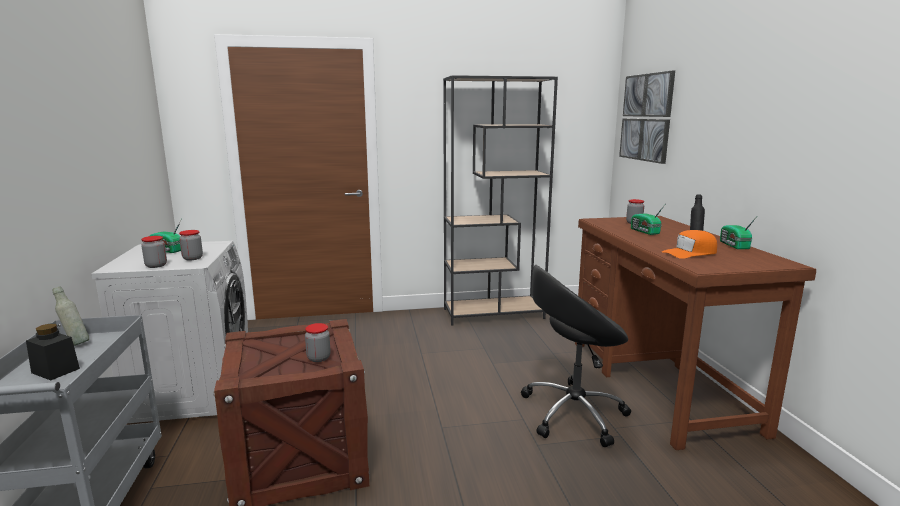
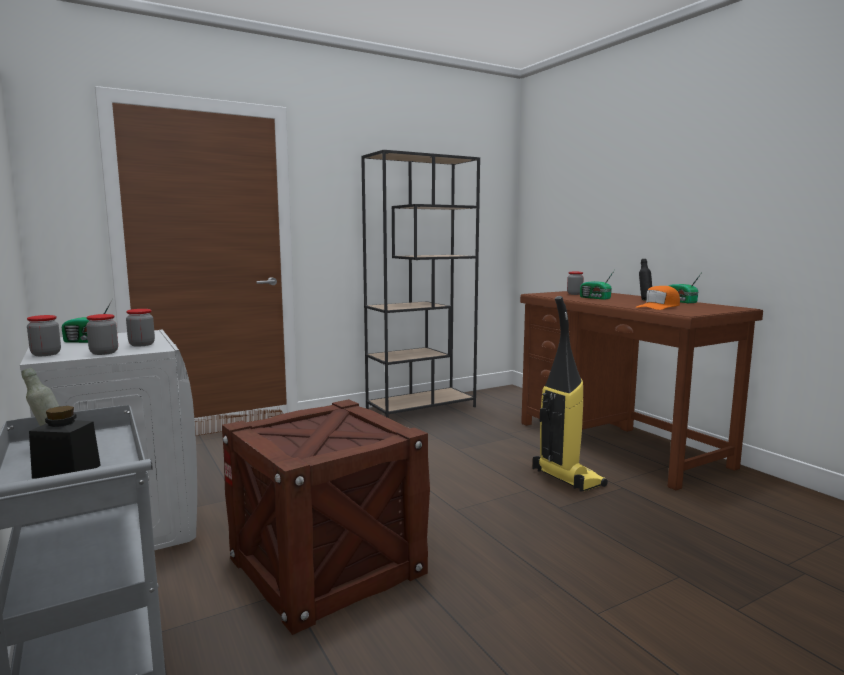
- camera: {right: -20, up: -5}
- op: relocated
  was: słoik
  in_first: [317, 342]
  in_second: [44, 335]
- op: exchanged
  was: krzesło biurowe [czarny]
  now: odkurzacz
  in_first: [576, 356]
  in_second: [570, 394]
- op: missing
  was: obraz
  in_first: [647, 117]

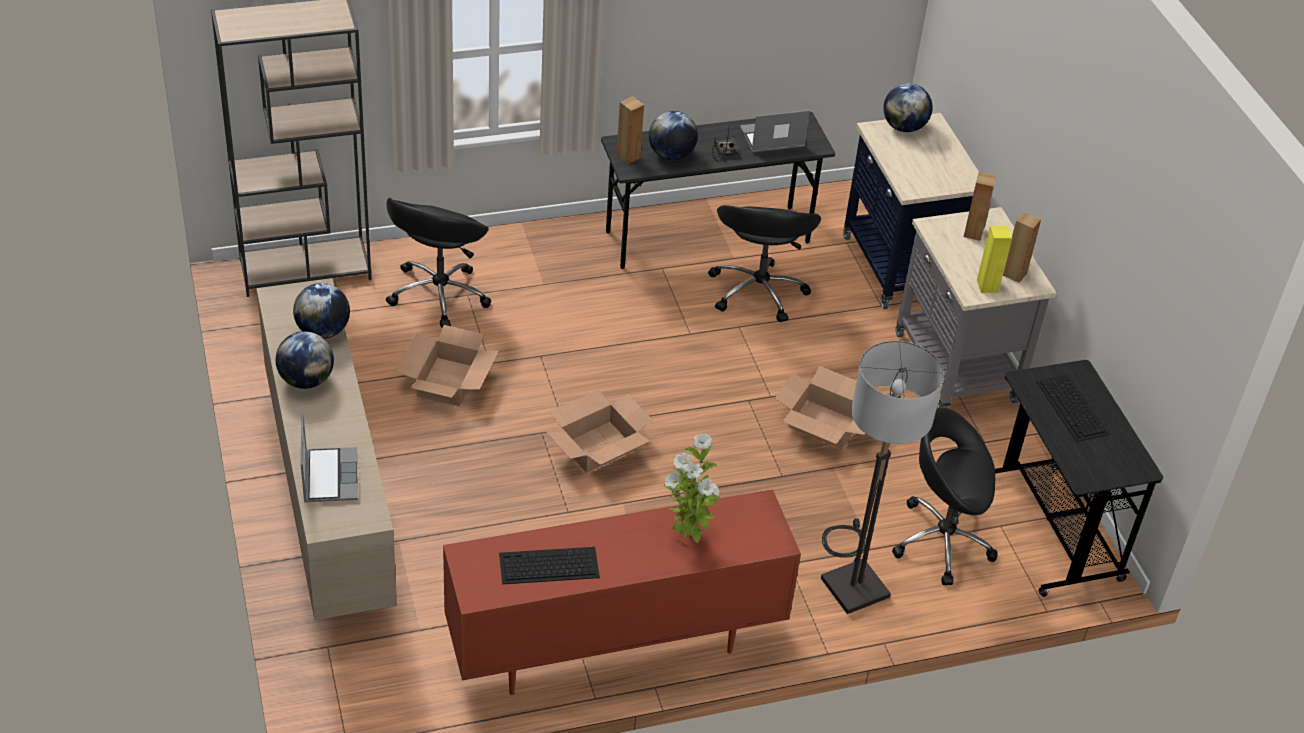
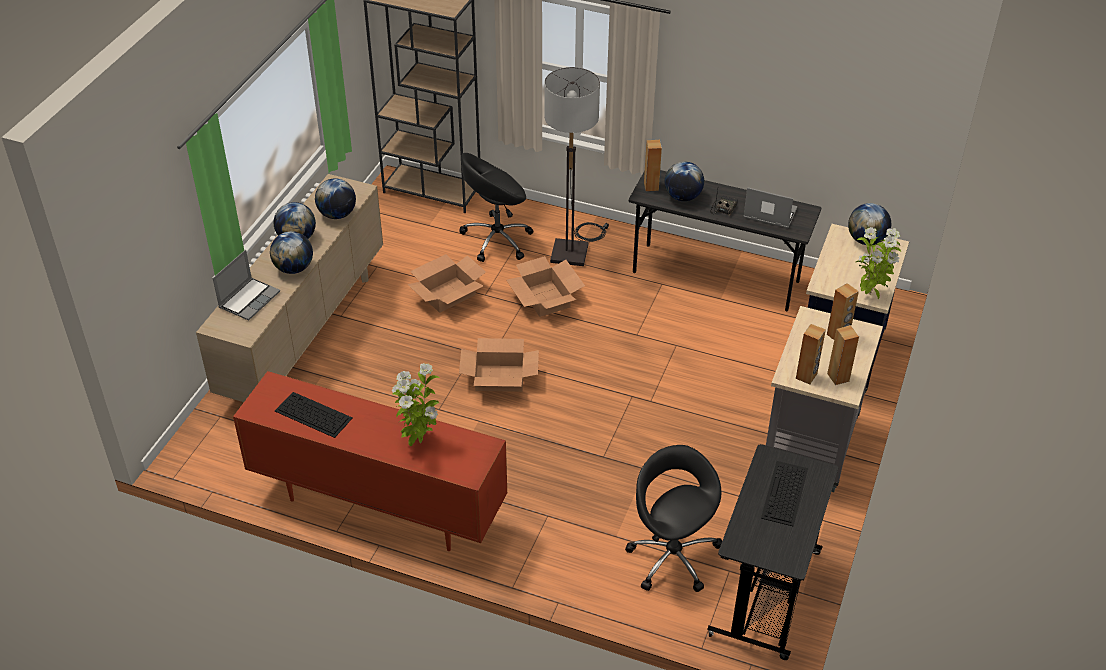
- camera: {right: 40, up: 0}
- op: missing
  was: krzesło biurowe [czarny]
  in_first: [764, 263]
- op: relocated
  was: karton
  in_first: [820, 407]
  in_second: [546, 286]
- op: relocated
  was: lampa stojąca
  in_first: [882, 477]
  in_second: [576, 166]
- op: colour
  was: głośnik [żółty]
  now: głośnik [brązowy]
  in_first: [994, 259]
  in_second: [811, 354]
- op: appeared
  now: globus
  in_second: [291, 252]
- op: appeared
  now: roślina doniczkowa
  in_second: [878, 263]

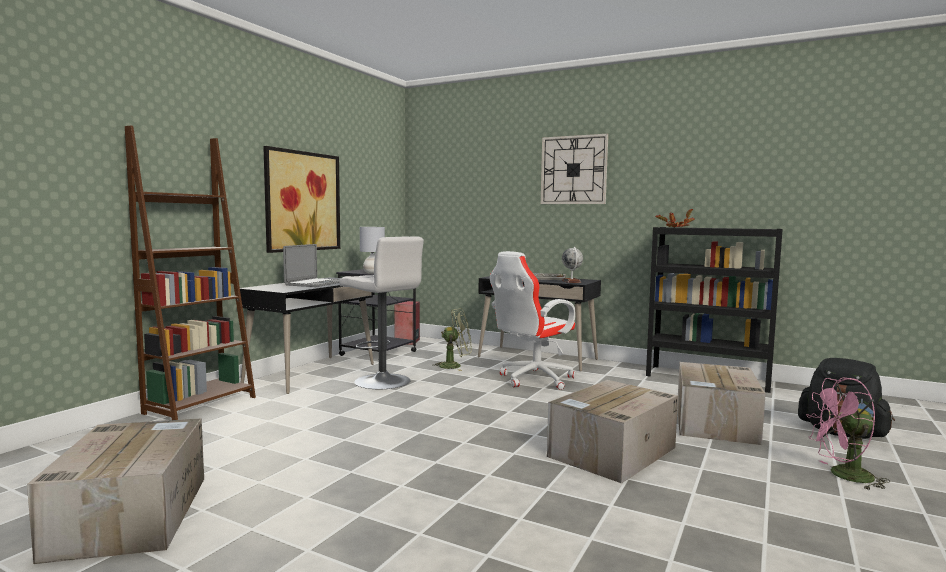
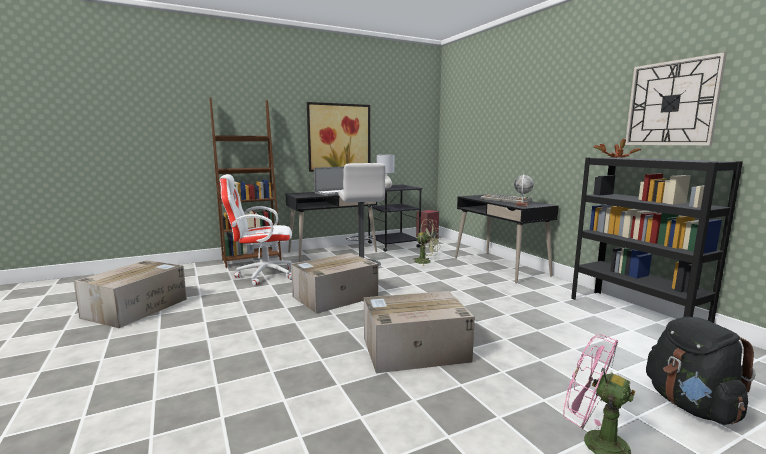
- camera: {right: 35, up: 5}
- op: relocated
  was: krzesło biurowe [biały]
  in_first: [532, 320]
  in_second: [256, 230]
- op: relocated
  was: zegar ścienny
  in_first: [574, 169]
  in_second: [676, 98]
- op: relocated
  was: karton
  in_first: [722, 403]
  in_second: [334, 283]

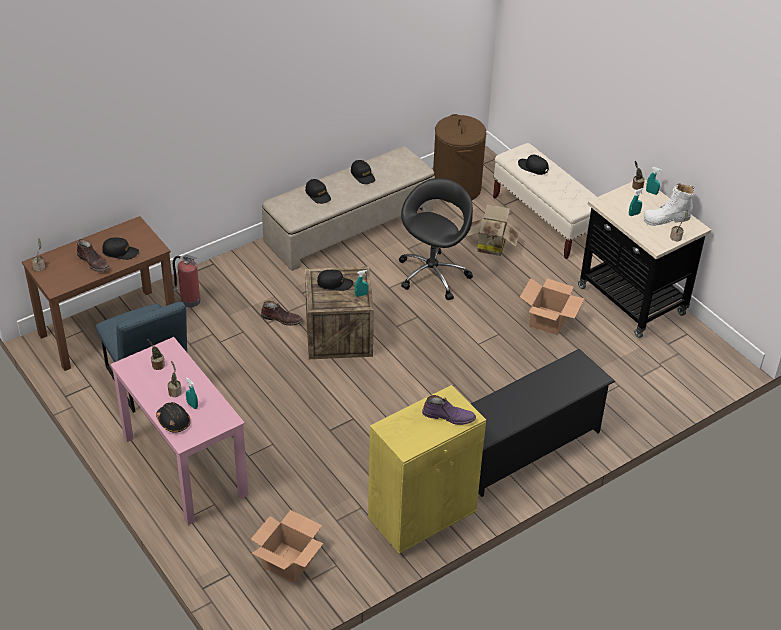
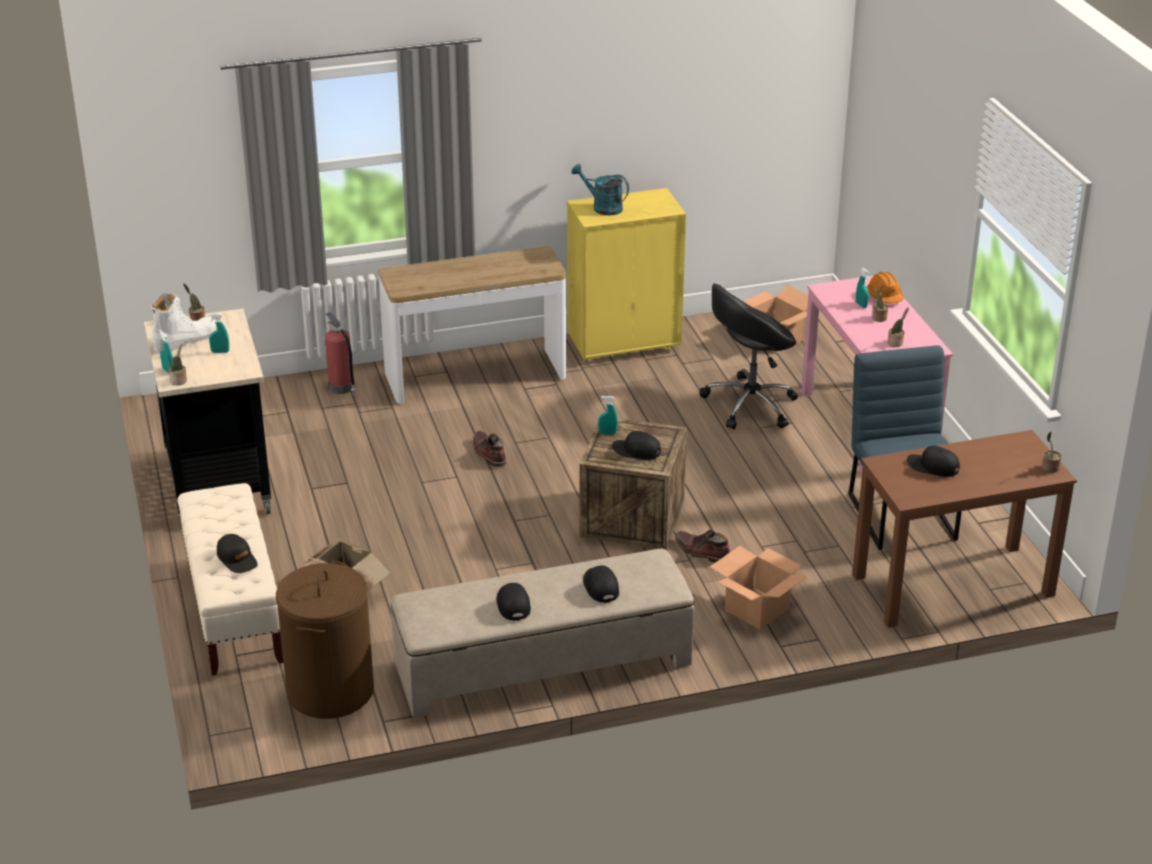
- camera: {right: -160, up: -10}
- op: relocated
  was: but z cholewką [brązowy]
  in_first: [93, 255]
  in_second: [489, 449]
- op: colour
  was: kask [czarny]
  now: kask [pomarańczowy]
  in_first: [173, 417]
  in_second: [885, 288]
- op: relocated
  was: gaśnica
  in_first: [187, 281]
  in_second: [340, 353]
- op: relocated
  was: krzesło biurowe [czarny]
  in_first: [436, 239]
  in_second: [749, 356]
- op: exchanged
  was: but z cholewką [fioletowy]
  now: konewka [turkusowy]
  in_first: [449, 410]
  in_second: [600, 190]
- op: exchanged
  was: regał na buty [czarny]
  now: stolik konsolowy
  in_first: [543, 423]
  in_second: [472, 325]
- op: relocated
  was: karton
  in_first: [552, 306]
  in_second: [759, 588]
- op: spun
  was: but z cholewką [biały]
  in_first: [669, 204]
  in_second: [183, 323]
  clockwise: -45

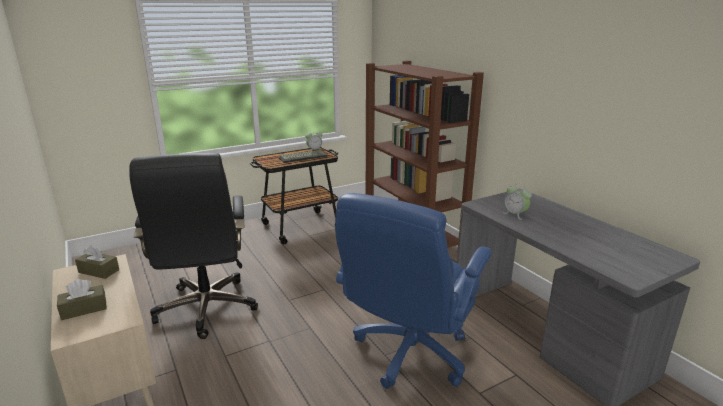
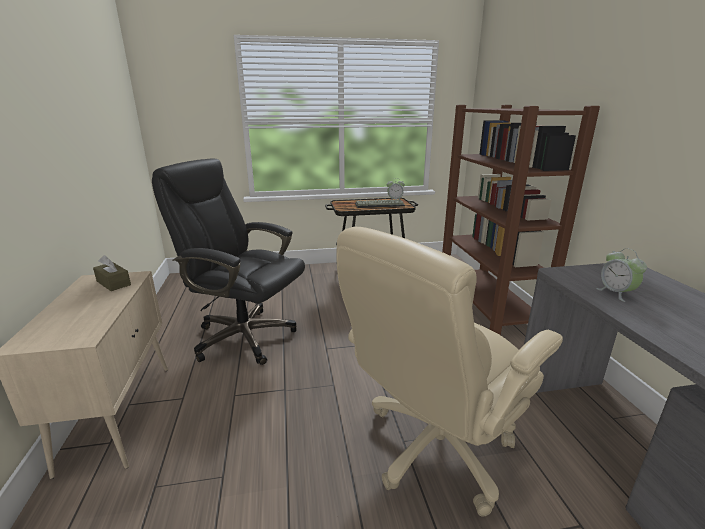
- camera: {right: 20, up: 0}
- op: missing
  was: pudełko chusteczek [brązowy]
  in_first: [82, 299]
- op: spun
  was: krzesło biurowe [czarny]
  in_first: [193, 246]
  in_second: [228, 261]
  clockwise: 105
- op: colour
  was: krzesło biurowe [niebieski]
  now: krzesło biurowe [beżowy]
  in_first: [413, 291]
  in_second: [449, 371]

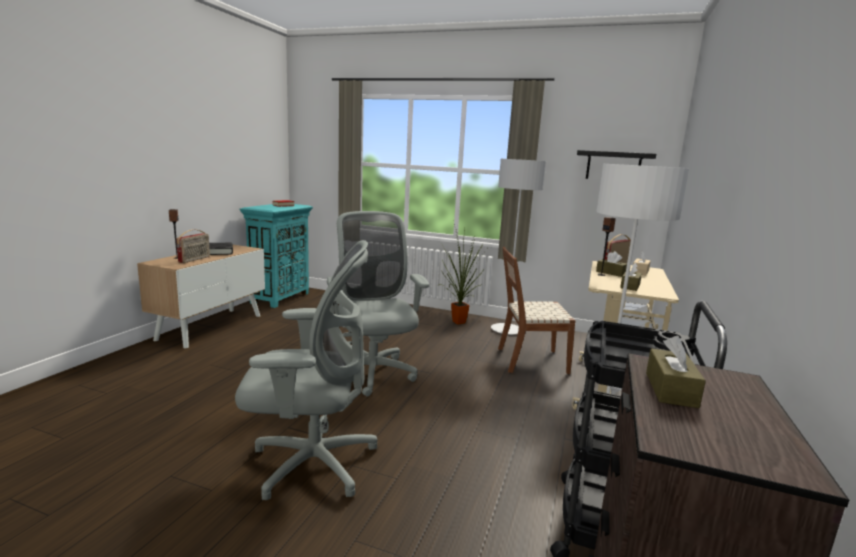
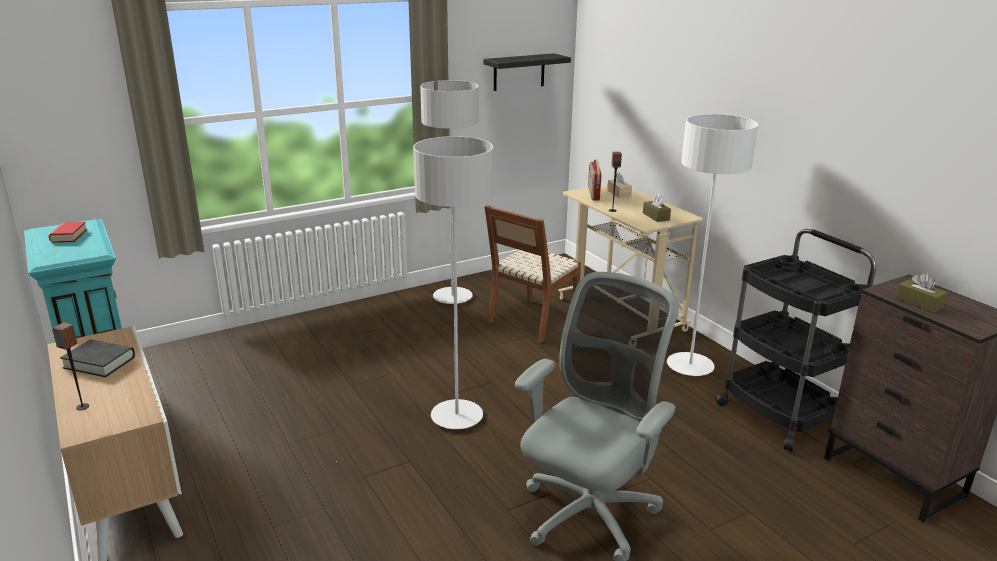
- camera: {right: -50, up: 10}
- op: missing
  was: radio
  in_first: [193, 246]
- op: exchanged
  was: krzesło biurowe [szary]
  now: lampa stojąca [szary]
  in_first: [378, 304]
  in_second: [453, 282]
- op: missing
  was: roślina doniczkowa
  in_first: [461, 272]
- op: missing
  was: pudełko chusteczek [brązowy]
  in_first: [611, 264]

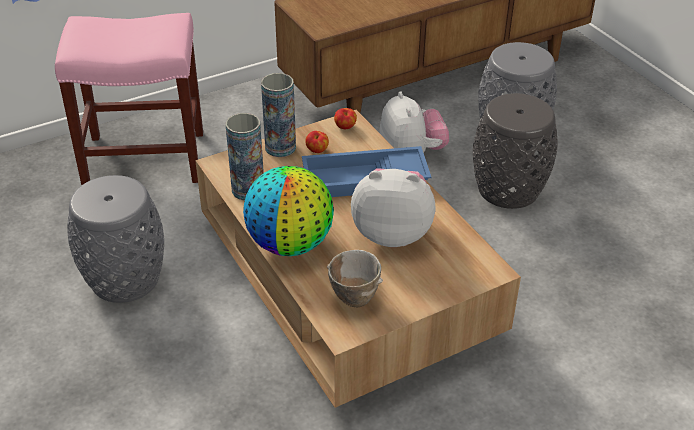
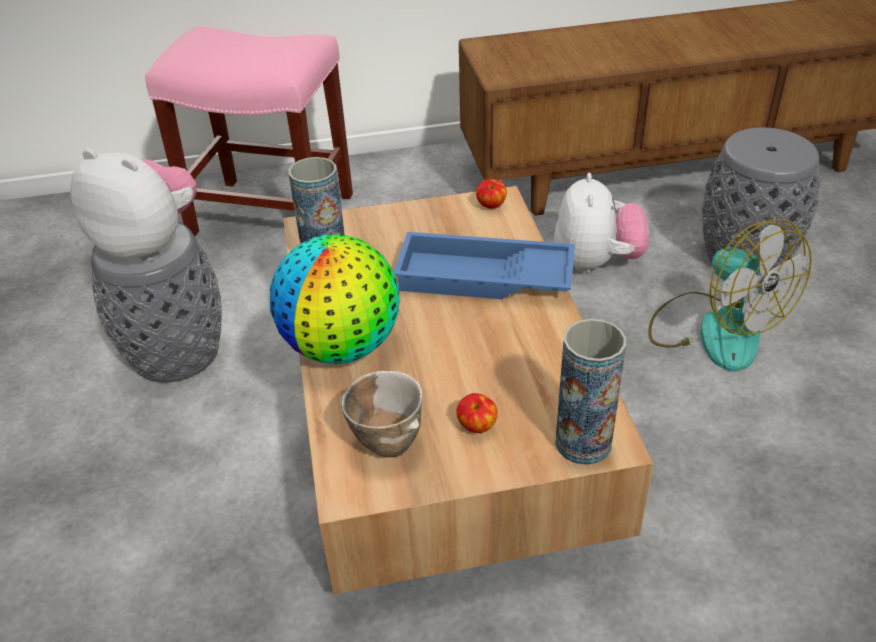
- camera: {right: 20, up: 0}
- op: relocated
  was: wazon
  in_first: [278, 115]
  in_second: [590, 392]
- op: relocated
  was: jabłko
  in_first: [317, 142]
  in_second: [477, 413]
- op: relocated
  was: pluszak
  in_first: [393, 207]
  in_second: [133, 204]
- op: exchanged
  was: stołek [szary]
  now: wentylator
  in_first: [515, 151]
  in_second: [730, 295]

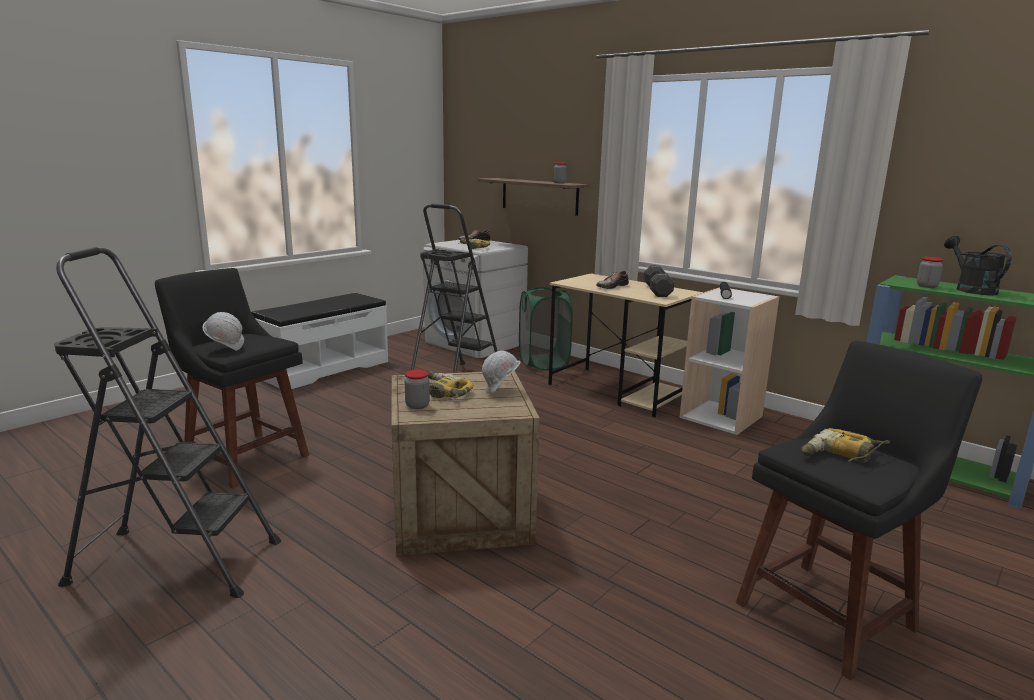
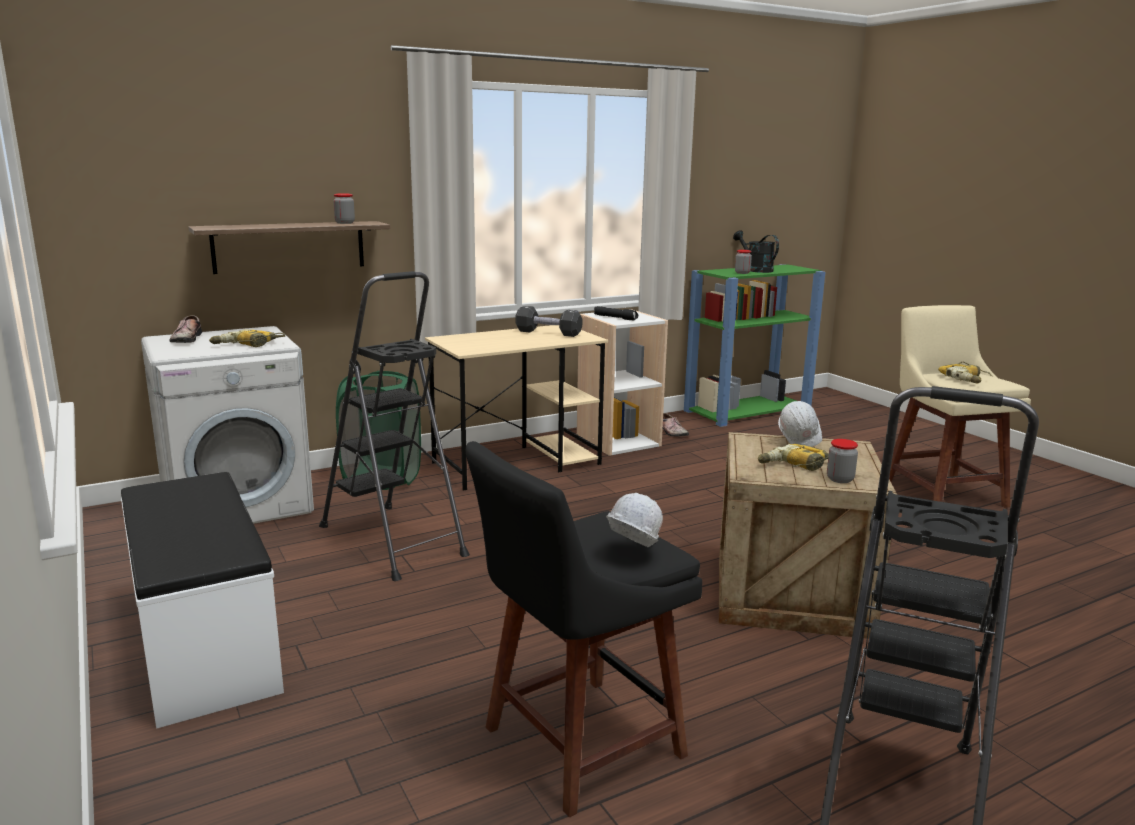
- camera: {right: -70, up: 0}
- op: relocated
  was: but
  in_first: [612, 280]
  in_second: [676, 425]
- op: colour
  was: stołek [czarny]
  now: stołek [beżowy]
  in_first: [858, 511]
  in_second: [960, 406]
- op: spun
  was: konewka [czarny]
  in_first: [978, 265]
  in_second: [756, 251]
  clockwise: 45

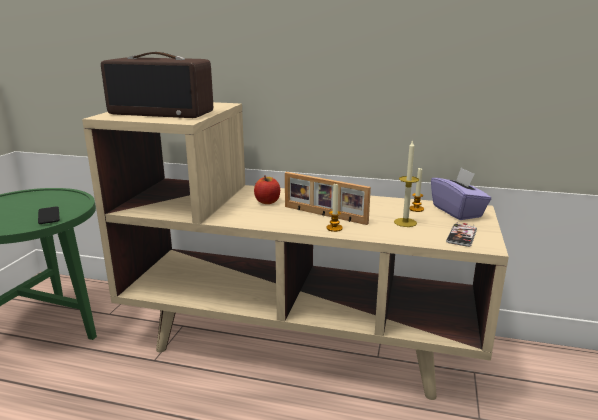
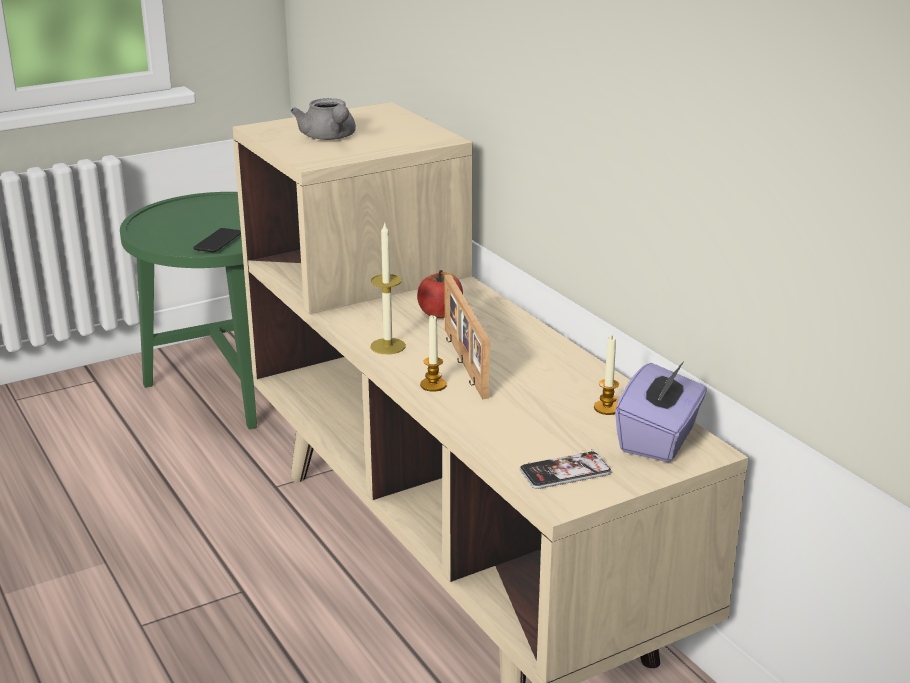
- camera: {right: 45, up: 5}
- op: exchanged
  was: radio
  now: imbryk [szary]
  in_first: [157, 85]
  in_second: [323, 119]
- op: relocated
  was: świeca
  in_first: [406, 183]
  in_second: [388, 288]

